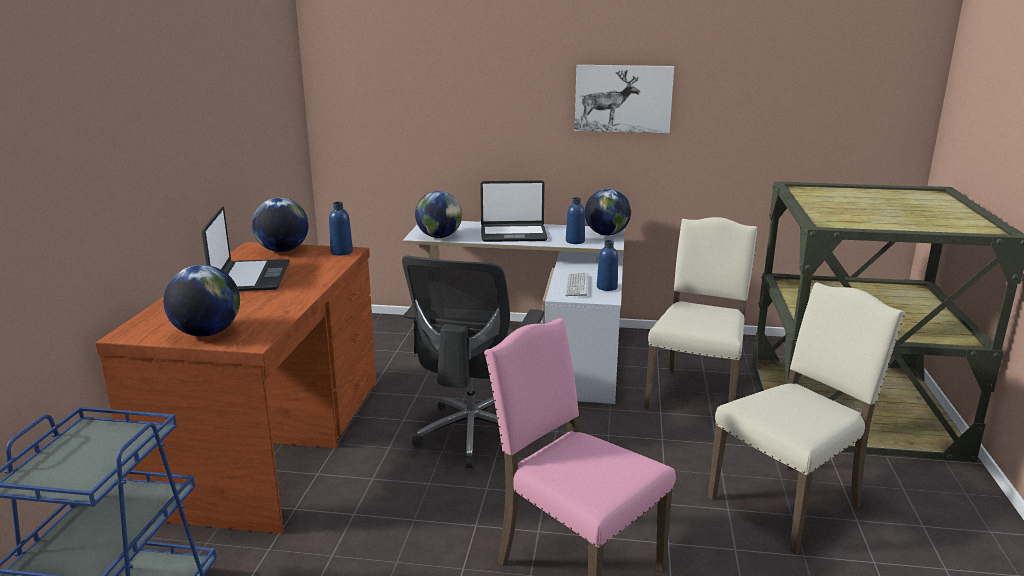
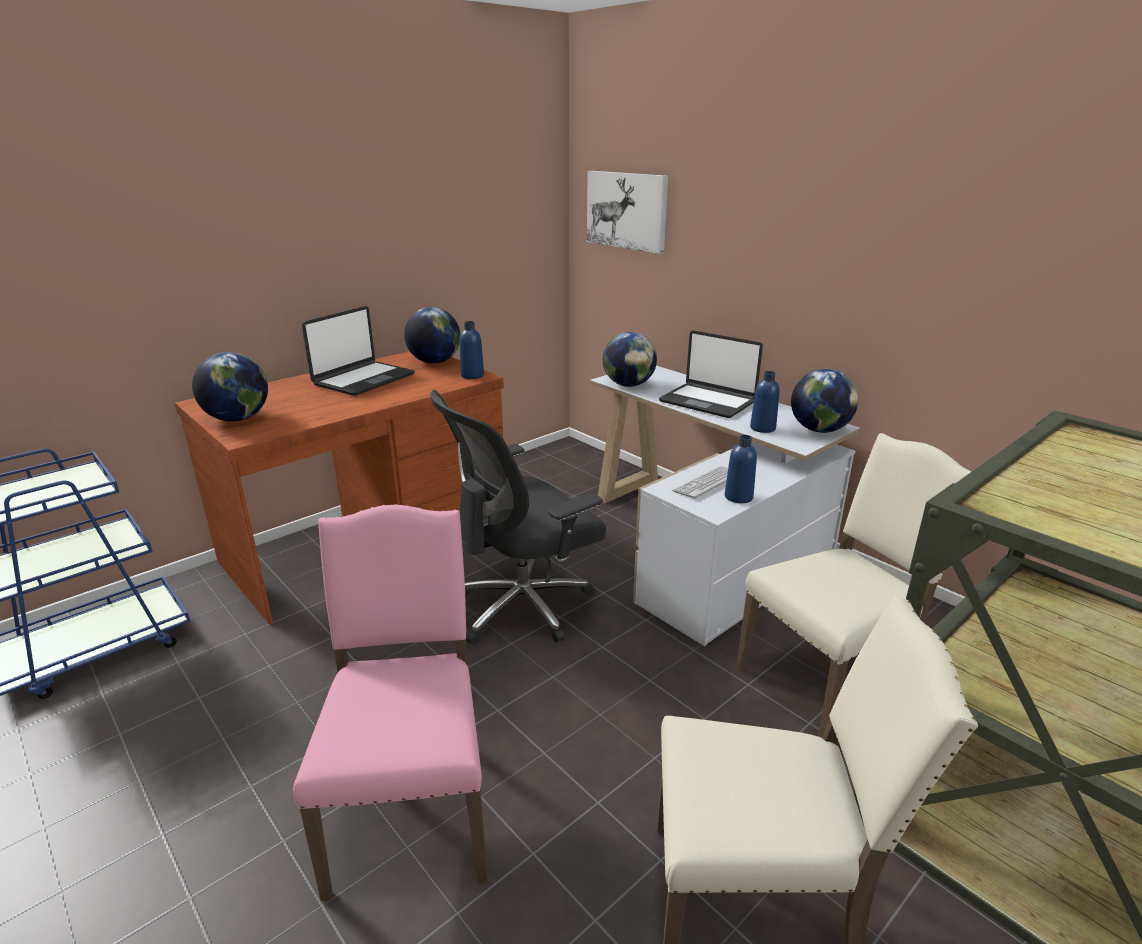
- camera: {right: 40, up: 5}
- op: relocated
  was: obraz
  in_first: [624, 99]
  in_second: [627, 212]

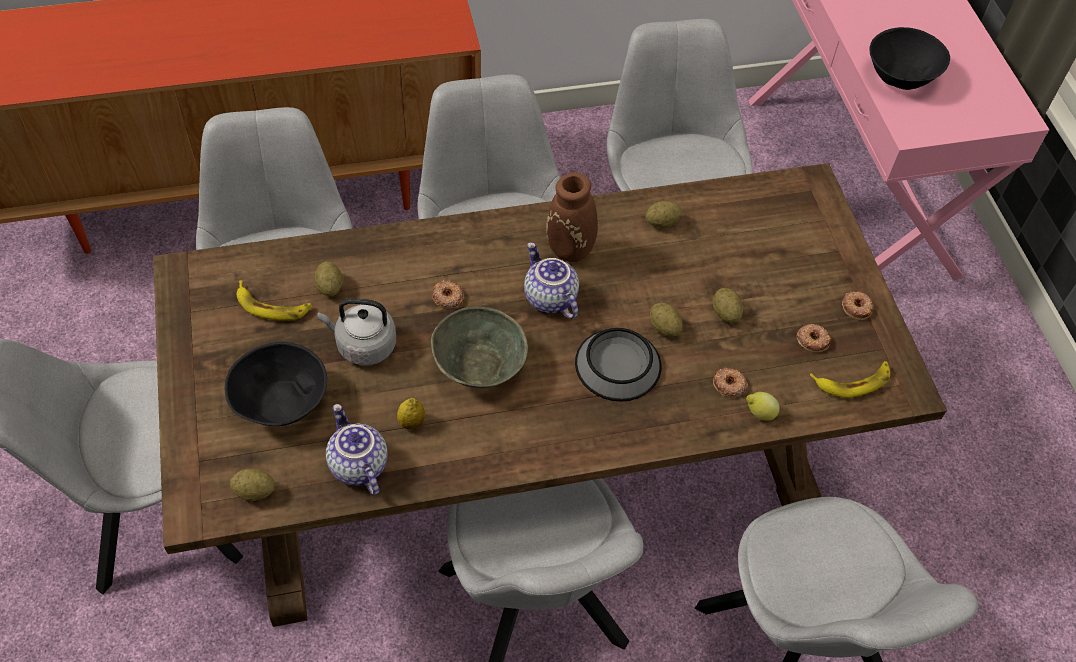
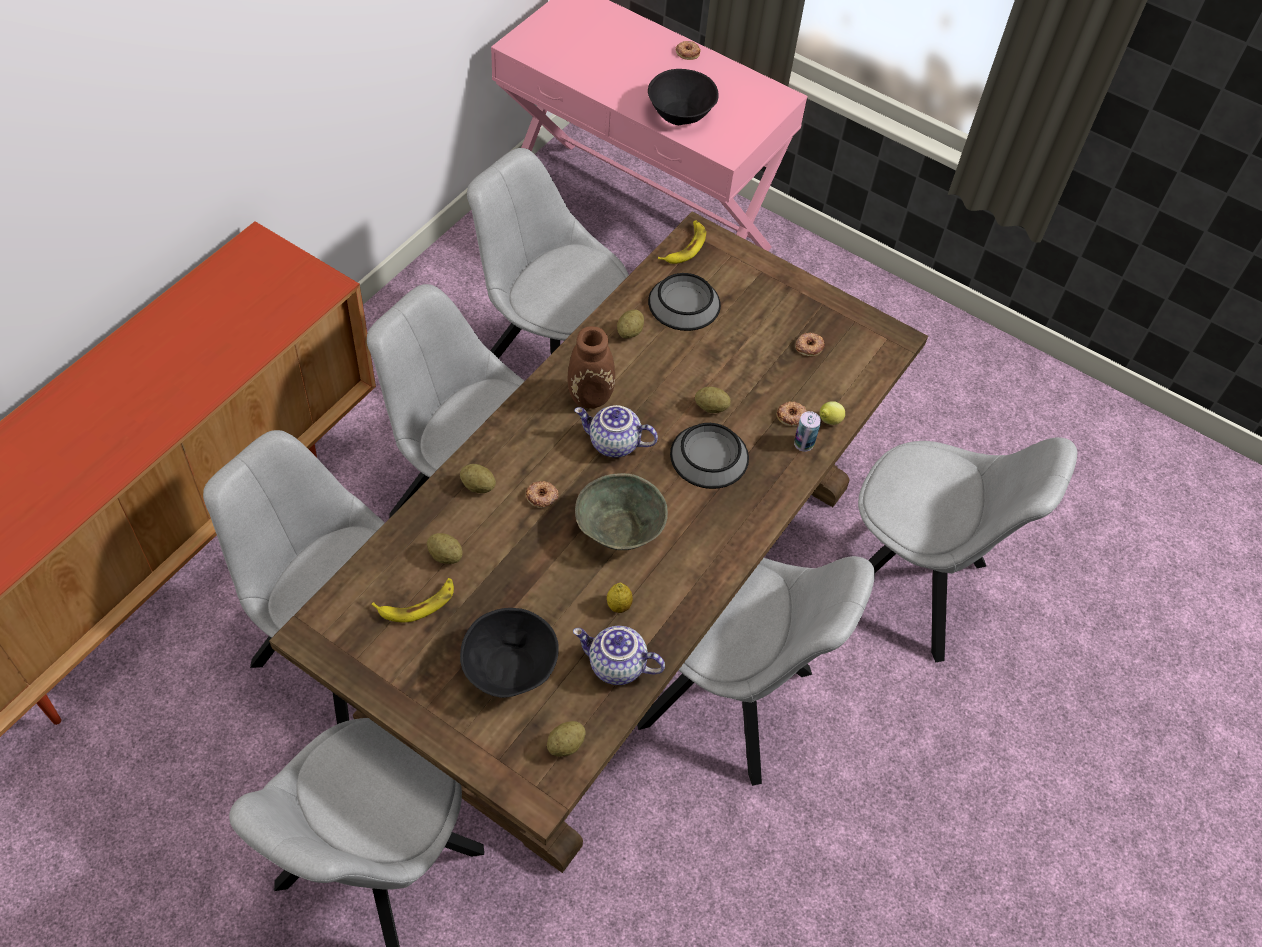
- camera: {right: -45, up: 0}
- op: missing
  was: czajnik [szary]
  in_first: [356, 332]
- op: relocated
  was: ziemniak
  in_first: [728, 305]
  in_second: [478, 478]
- op: relocated
  was: banan
  in_first: [849, 379]
  in_second: [682, 242]
- op: relocated
  was: donut
  in_first: [858, 306]
  in_second: [688, 50]
- op: appeared
  now: miska
  in_second: [684, 302]
- op: appeared
  now: puszka
  in_second: [807, 431]

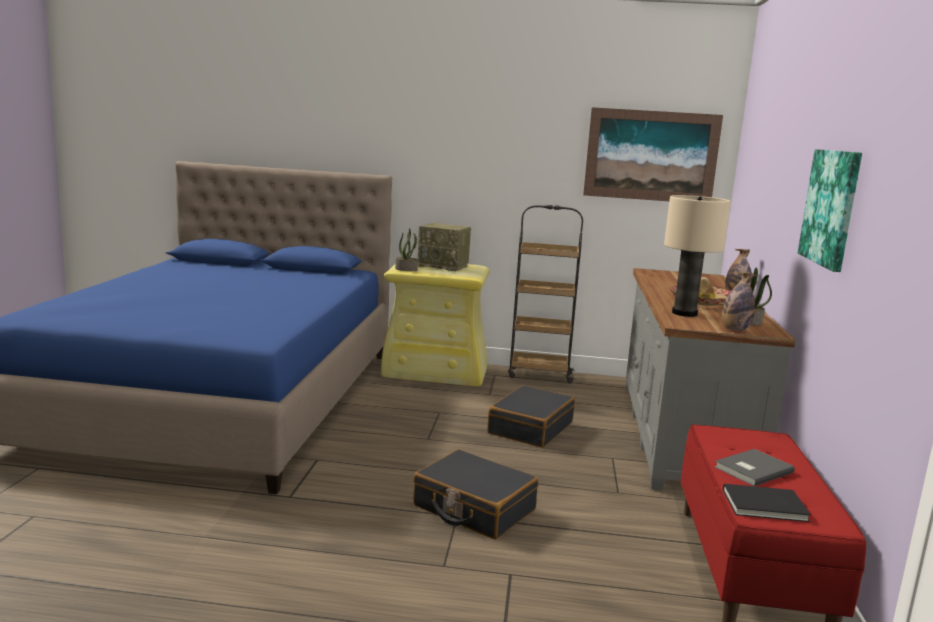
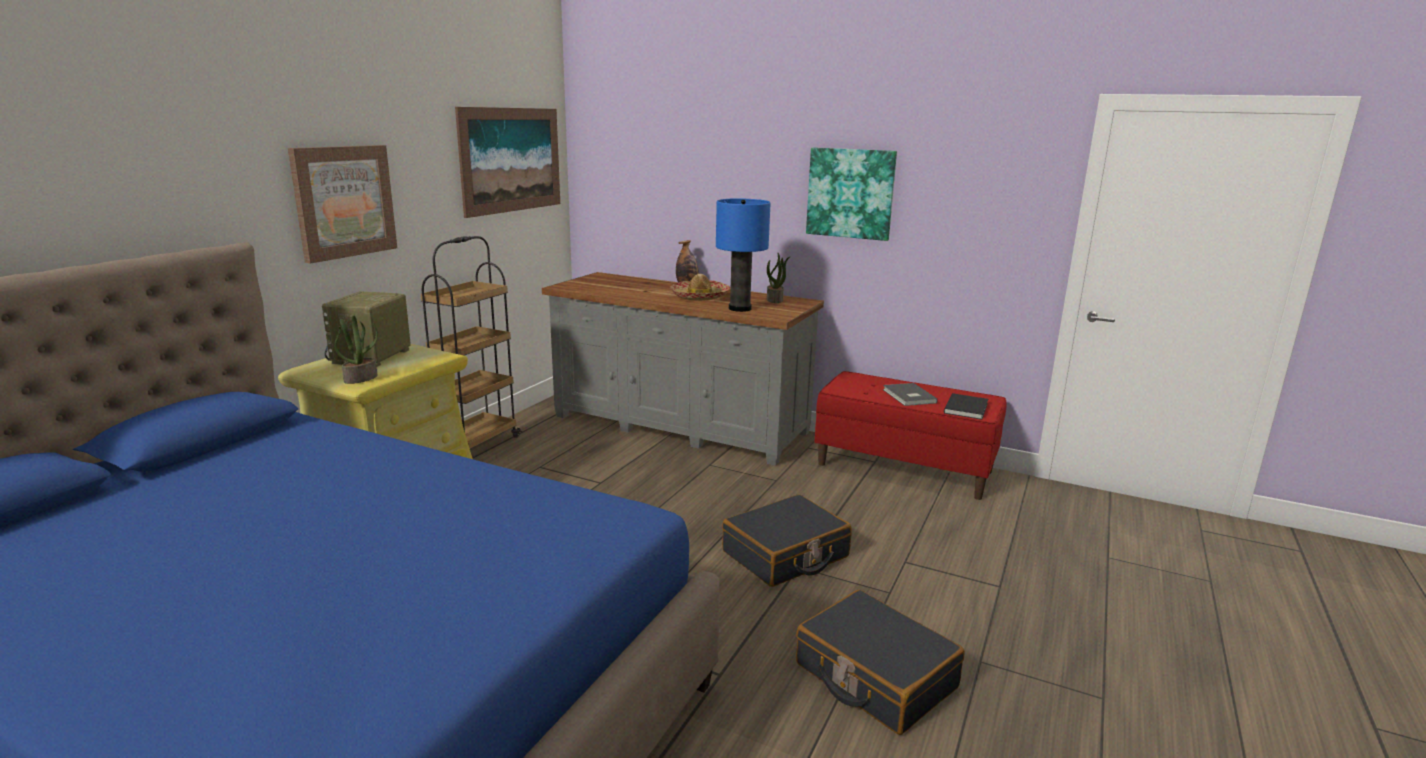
- camera: {right: -70, up: 5}
- op: spun
  was: radio
  in_first: [444, 247]
  in_second: [366, 329]
  clockwise: 150
- op: relocated
  was: walizka [czarny]
  in_first: [531, 416]
  in_second: [880, 662]
- op: colour
  was: lampa stołowa [beżowy]
  now: lampa stołowa [niebieski]
  in_first: [697, 256]
  in_second: [743, 255]
- op: missing
  was: butelka
  in_first: [738, 301]
- op: appeared
  now: obraz
  in_second: [342, 204]

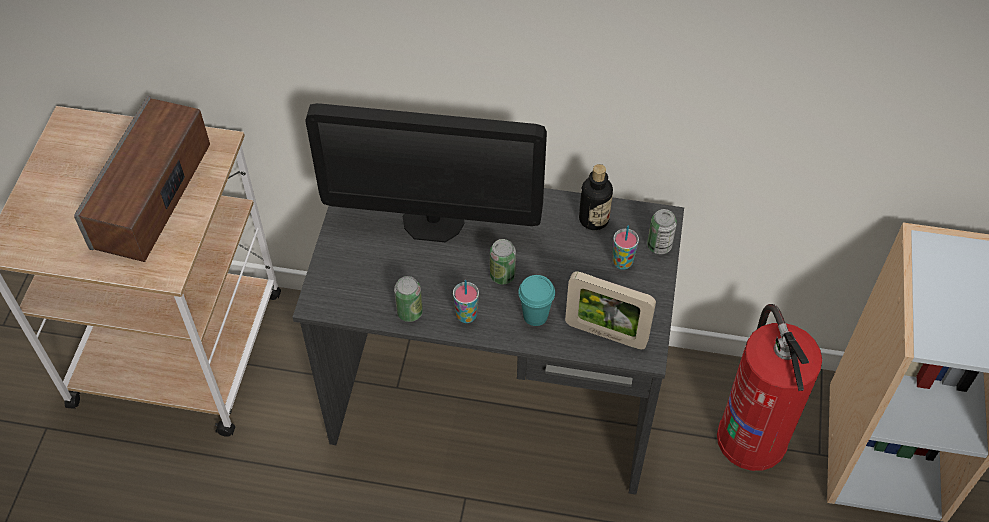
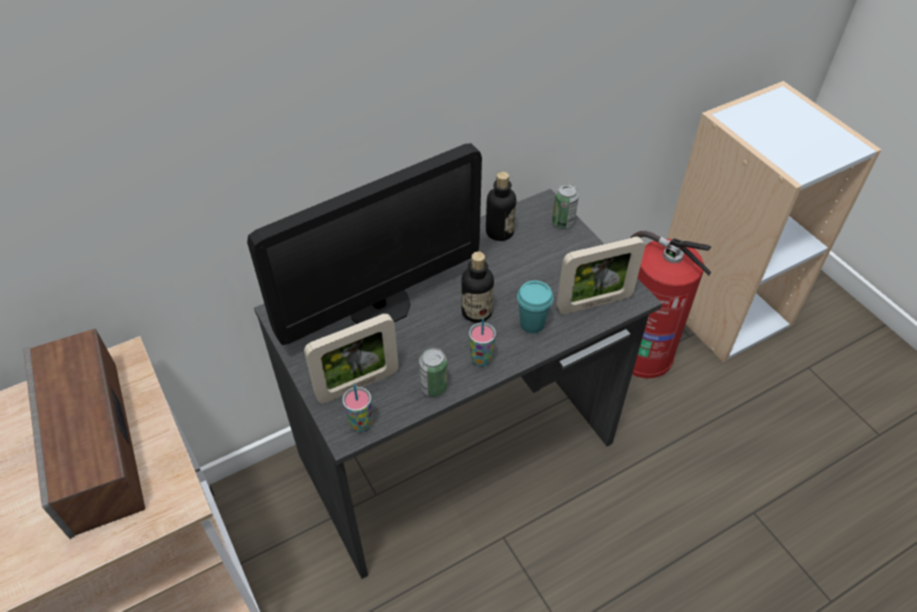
- camera: {right: -40, up: -5}
- op: exchanged
  was: puszka
  now: butelka
  in_first: [503, 262]
  in_second: [477, 287]
- op: relocated
  was: filiżanka
  in_first: [626, 248]
  in_second: [357, 408]
- op: appeared
  now: ramka na zdjęcie
  in_second: [351, 358]

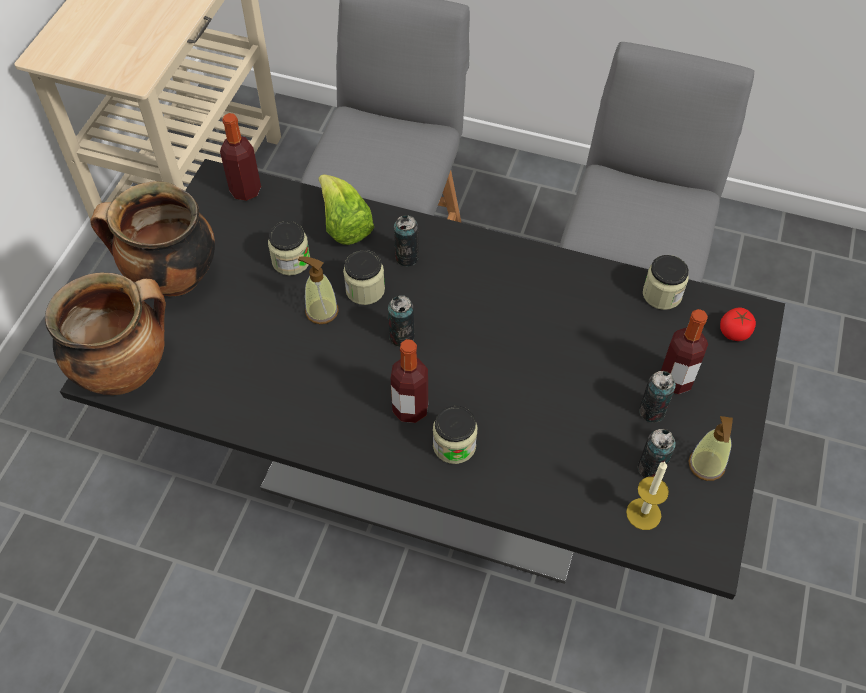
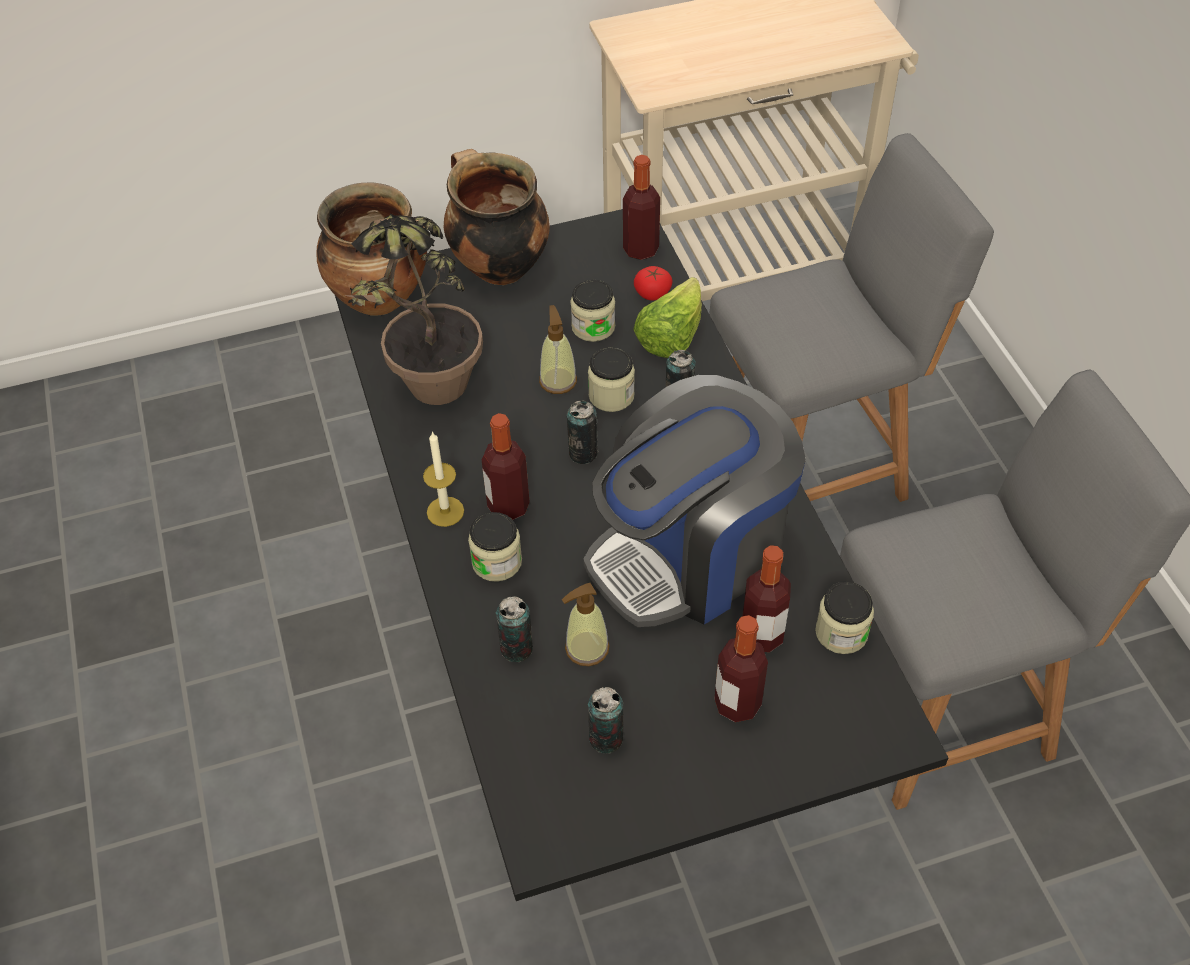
- camera: {right: 55, up: -5}
- op: relocated
  was: świeca
  in_first: [647, 496]
  in_second: [443, 479]
- op: relocated
  was: puszka
  in_first: [657, 397]
  in_second: [514, 629]
- op: relocated
  was: dozownik mydła
  in_first: [710, 448]
  in_second: [585, 624]
- op: relocated
  was: pomidor
  in_first: [738, 324]
  in_second: [653, 283]
- op: appeared
  now: roślina doniczkowa
  in_second: [413, 309]
- op: appeared
  now: ekspres do kawy
  in_second: [694, 501]
- op: appeared
  now: butelka
  in_second: [766, 598]

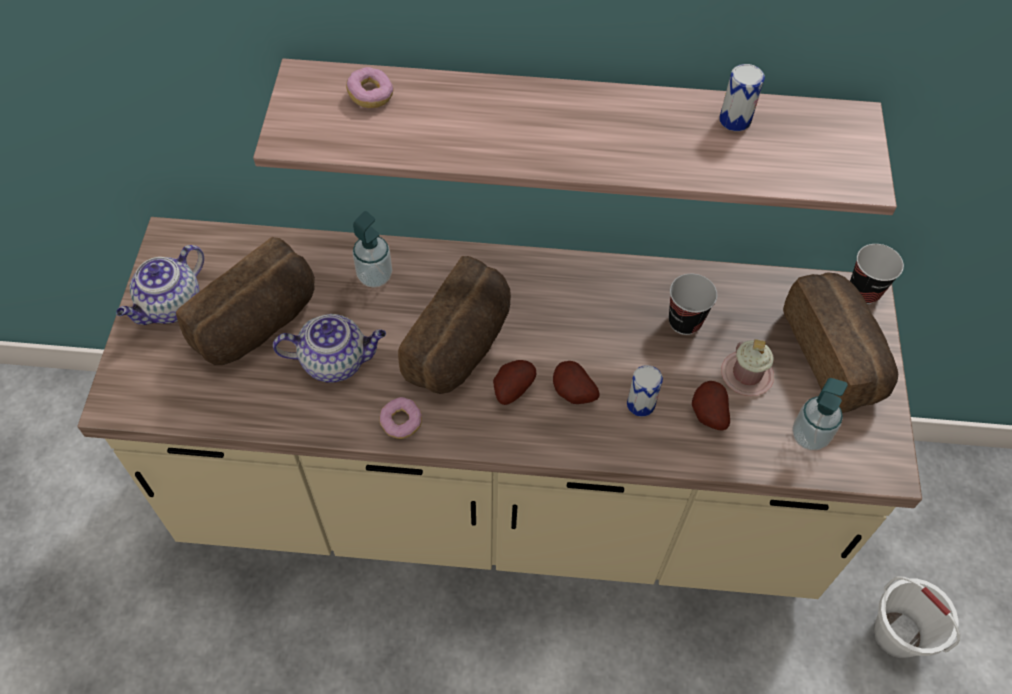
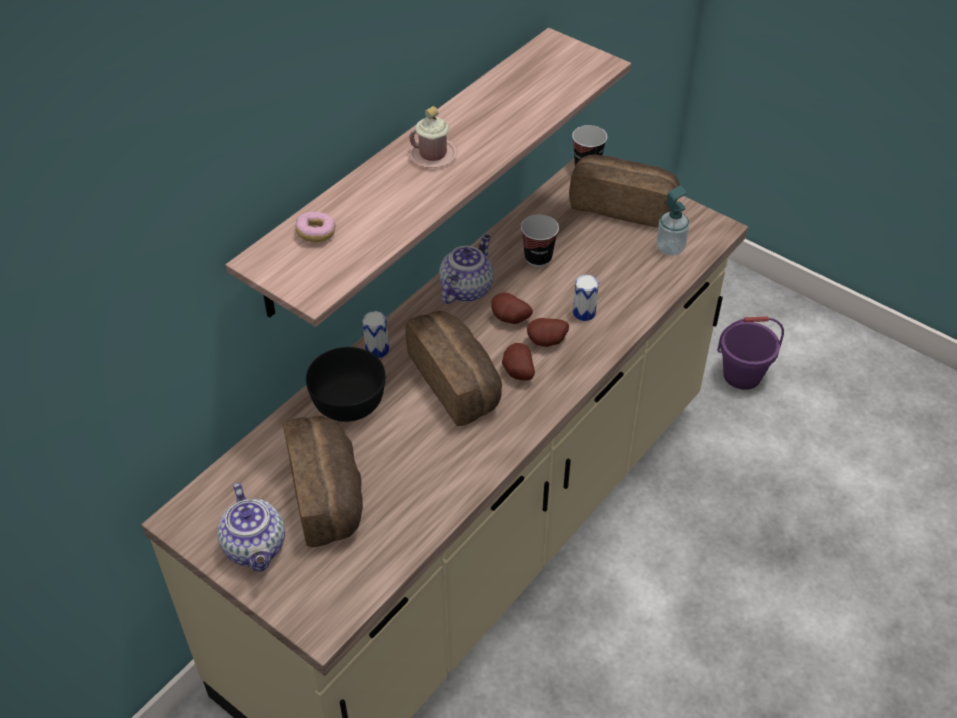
- camera: {right: -55, up: -10}
- op: relocated
  was: imbryk
  in_first: [329, 348]
  in_second: [466, 269]
- op: exchanged
  was: dozownik mydła
  now: miska [czarny]
  in_first: [372, 249]
  in_second: [345, 384]
- op: missing
  was: donut
  in_first: [400, 418]
- op: relocated
  was: ziemniak
  in_first: [711, 406]
  in_second: [512, 308]
- op: relocated
  was: puszka
  in_first: [742, 97]
  in_second: [376, 334]
- op: relocated
  was: kubek [różowy]
  in_first: [747, 367]
  in_second: [433, 137]
- op: colour
  was: wiadro [biały]
  now: wiadro [fioletowy]
  in_first: [917, 617]
  in_second: [750, 353]

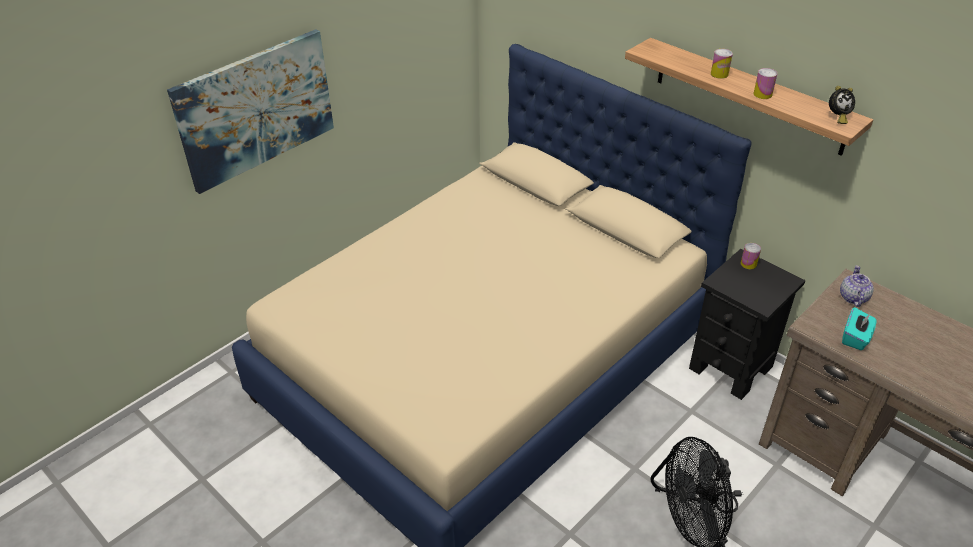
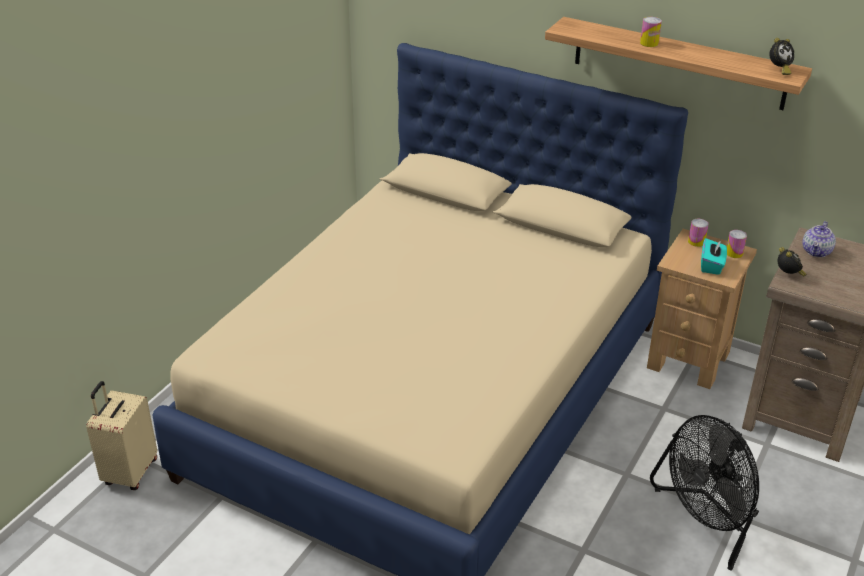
- camera: {right: -15, up: -5}
- op: missing
  was: obraz
  in_first: [250, 111]
- op: colour
  was: szafka nocna [czarny]
  now: szafka nocna [beżowy]
  in_first: [747, 324]
  in_second: [702, 309]
- op: relocated
  was: puszka
  in_first: [765, 83]
  in_second: [737, 244]
- op: spun
  was: imbryk
  in_first: [857, 286]
  in_second: [819, 239]
  clockwise: -150
- op: relocated
  was: pudełko chusteczek [turkusowy]
  in_first: [859, 328]
  in_second: [714, 256]
- op: appeared
  now: walizka [beżowy]
  in_second: [121, 435]
- op: appeared
  now: budzik
  in_second: [791, 261]

